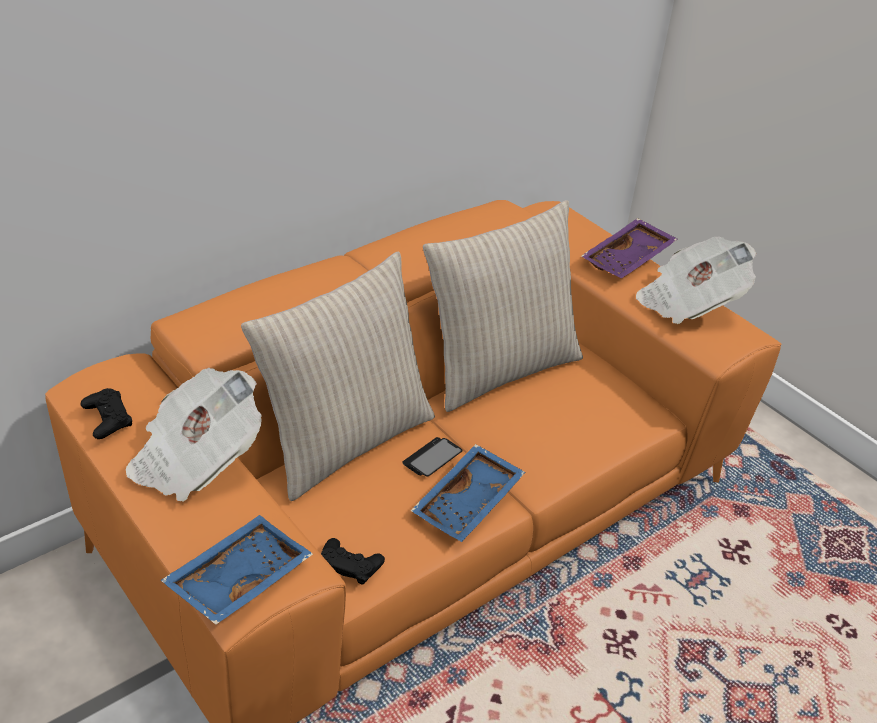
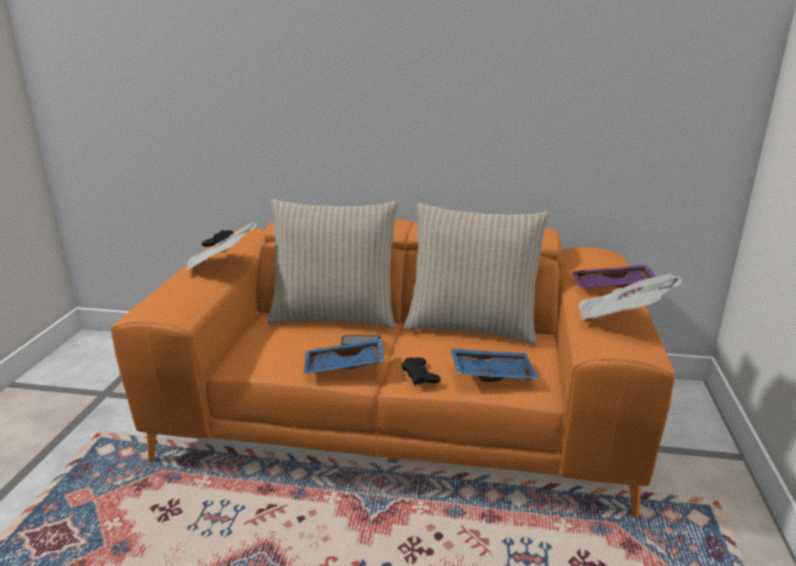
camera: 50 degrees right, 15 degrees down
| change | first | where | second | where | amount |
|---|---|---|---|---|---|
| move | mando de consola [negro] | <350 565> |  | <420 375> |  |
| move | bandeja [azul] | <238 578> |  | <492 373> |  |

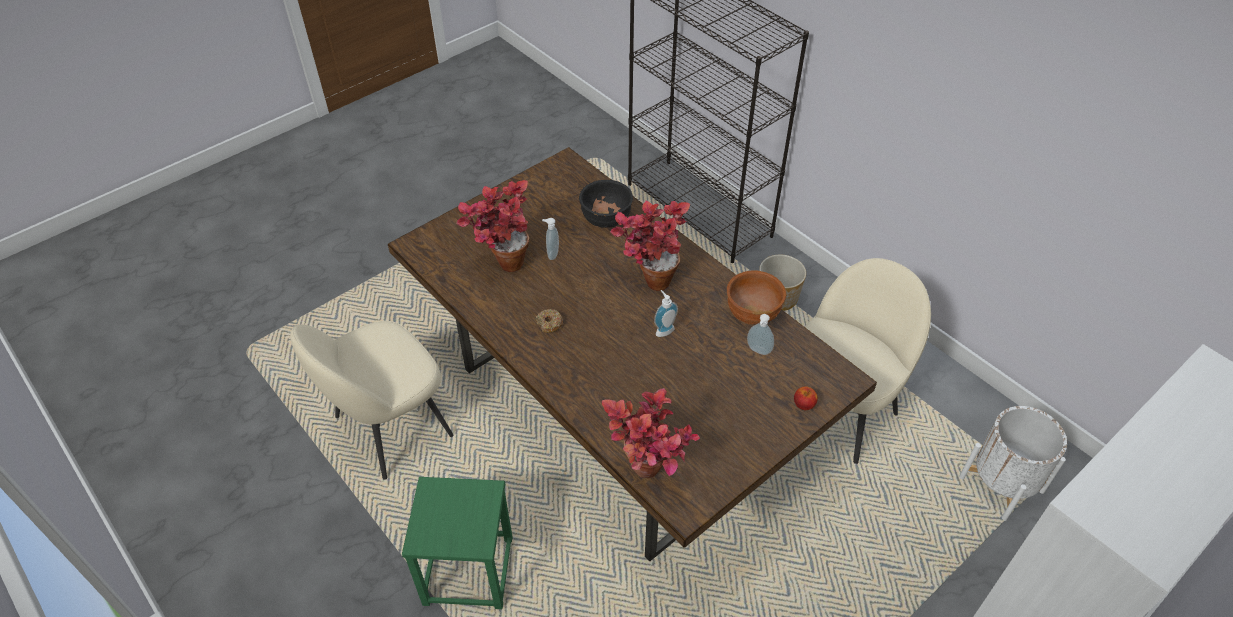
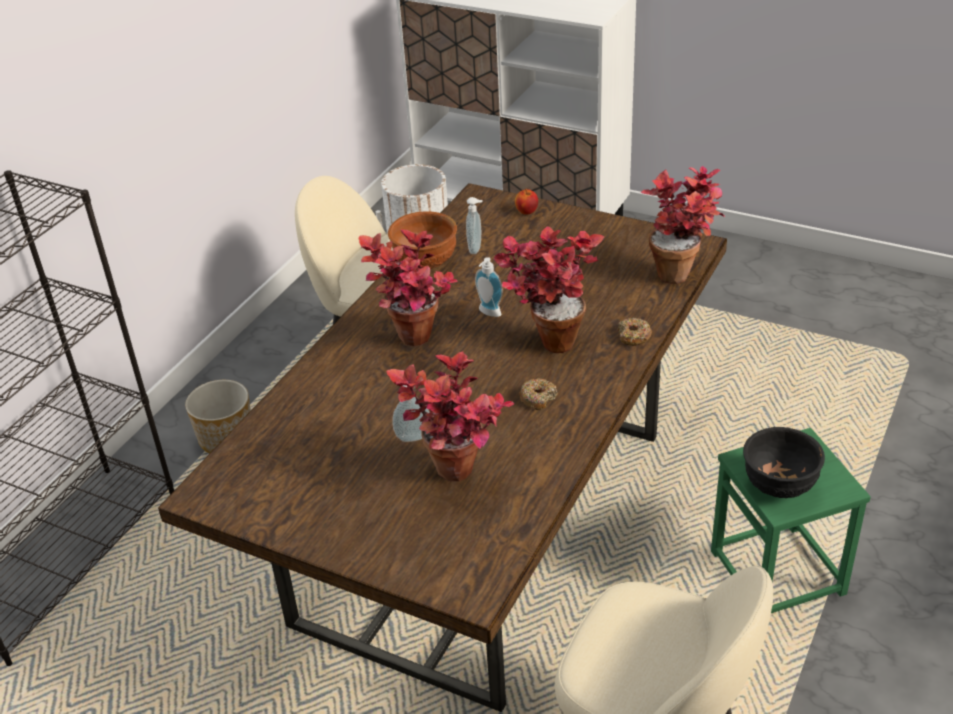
camera: 110 degrees left, 10 degrees down
| change | first | where | second | where | amount |
|---|---|---|---|---|---|
| insert |  |  | planta en maceta | <547 339> |  |
| insert |  |  | rosquilla | <633 336> |  |
| move | cuenco [negro] | <606 220> |  | <778 486> |  |

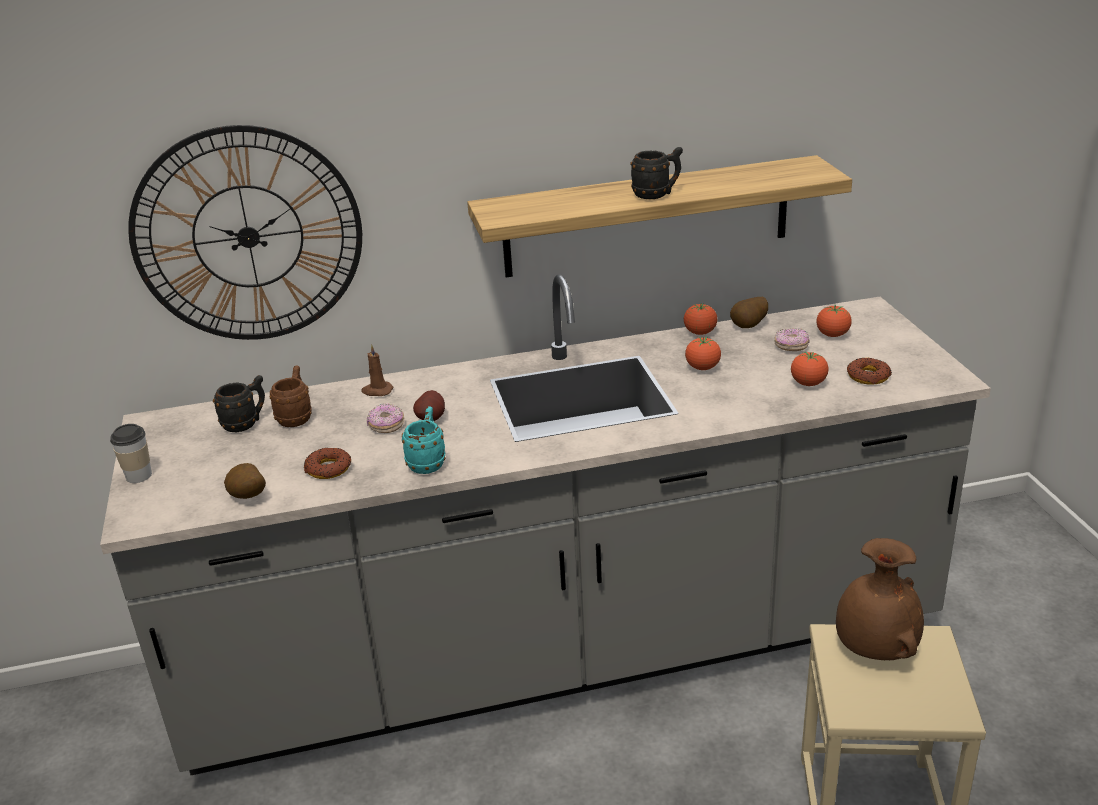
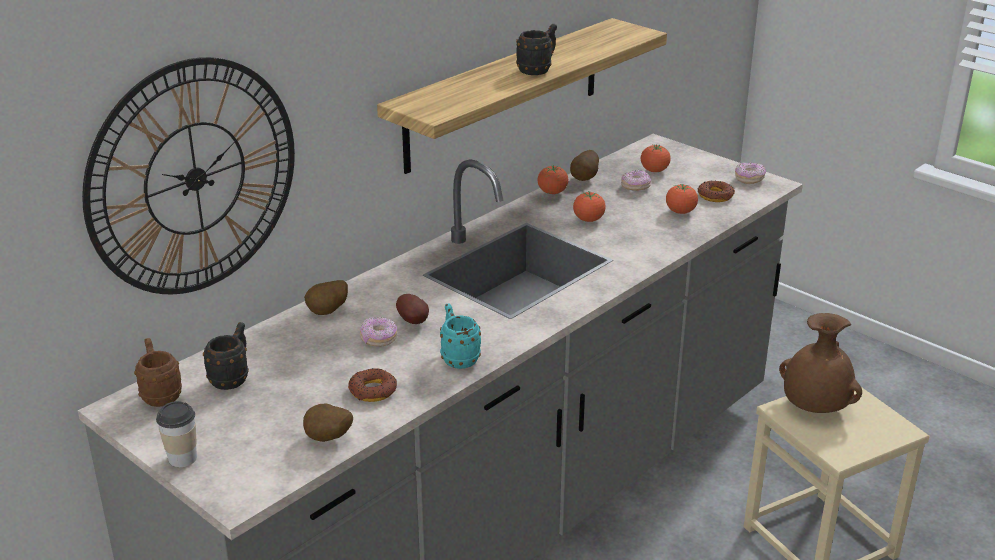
camera: 35 degrees left, 0 degrees up
| change | first | where | second | where | amount |
|---|---|---|---|---|---|
| move | taza grande [marrón] | <296 417> |  | <160 394> |  |
| replace | vela [marrón] | <377 391> | patata | <328 312> |  |
| insert |  |  | rosquilla | <749 179> |  |

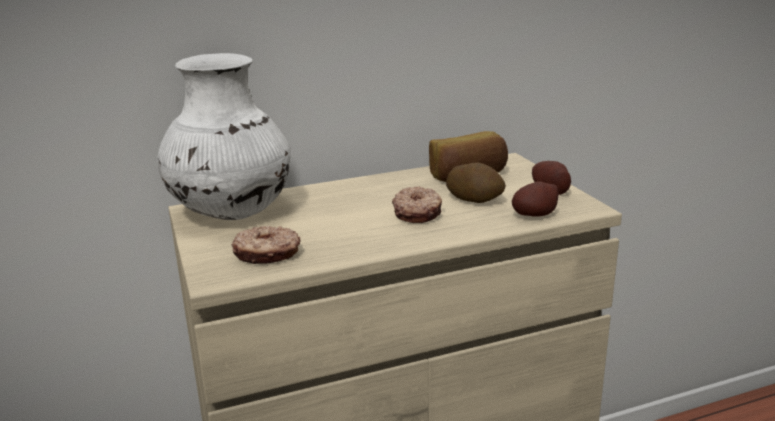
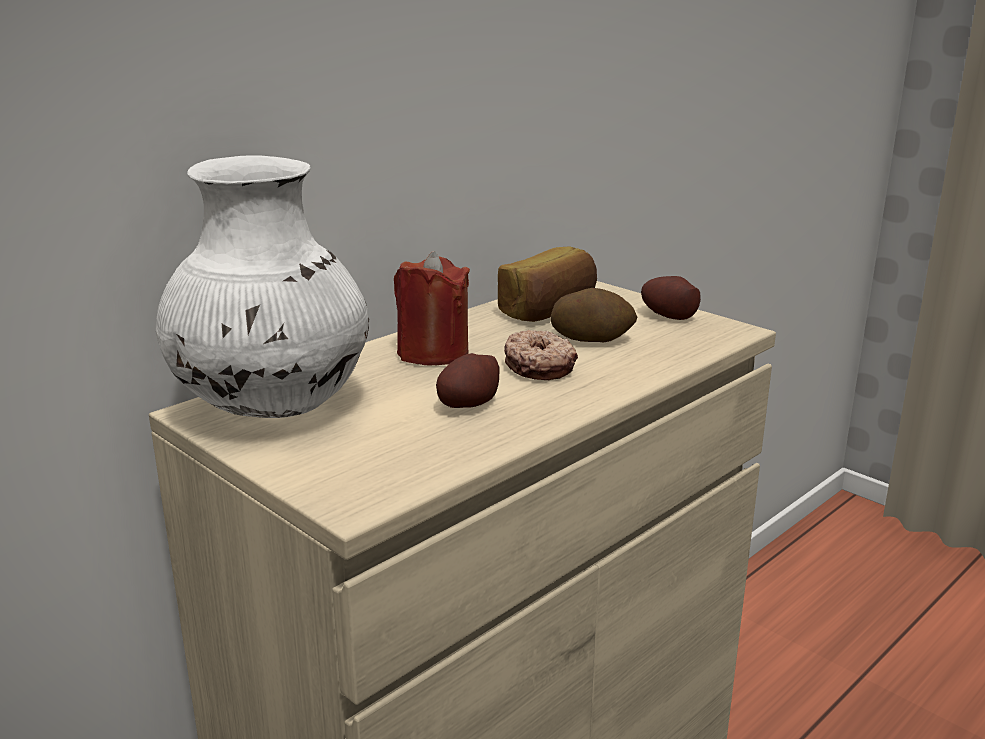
camera: 25 degrees left, 0 degrees up
| change | first | where | second | where | amount |
|---|---|---|---|---|---|
| insert |  |  | vela [rojo] | <433 353> |  |
| move | patata | <534 215> |  | <468 404> |  |
| delete | rosquilla | <267 254> |  |  |  |

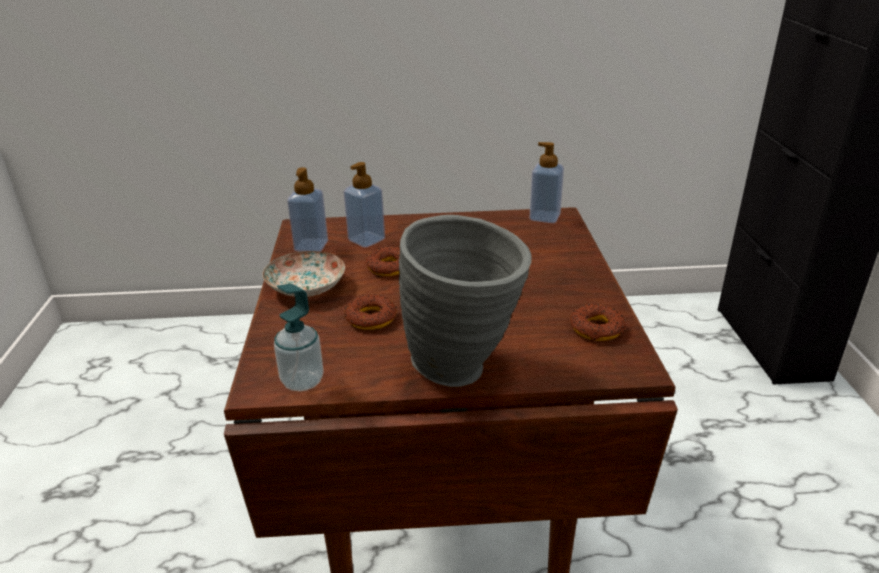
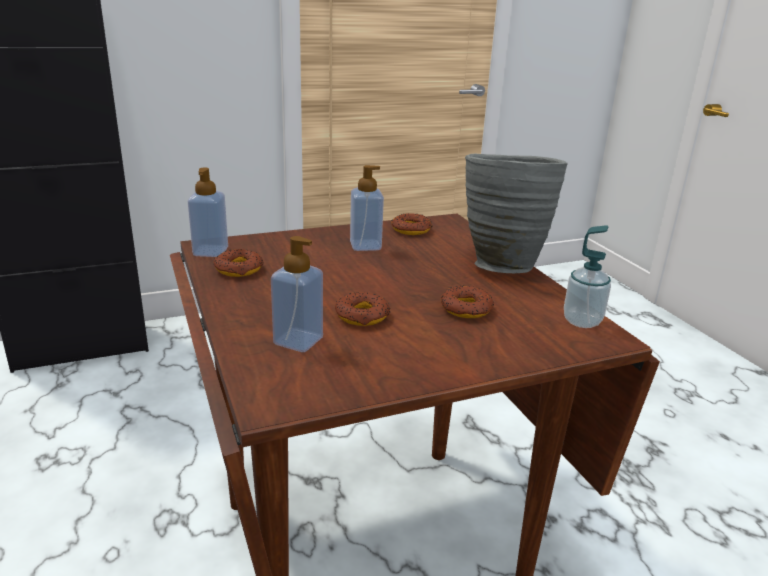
camera: 110 degrees left, 5 degrees down
| change | first | where | second | where | amount |
|---|---|---|---|---|---|
| insert |  |  | rosquilla | <239 269> |  |
| move | dispensador de jabón | <311 246> |  | <365 246> |  |
| delete | plato | <307 287> |  |  |  |

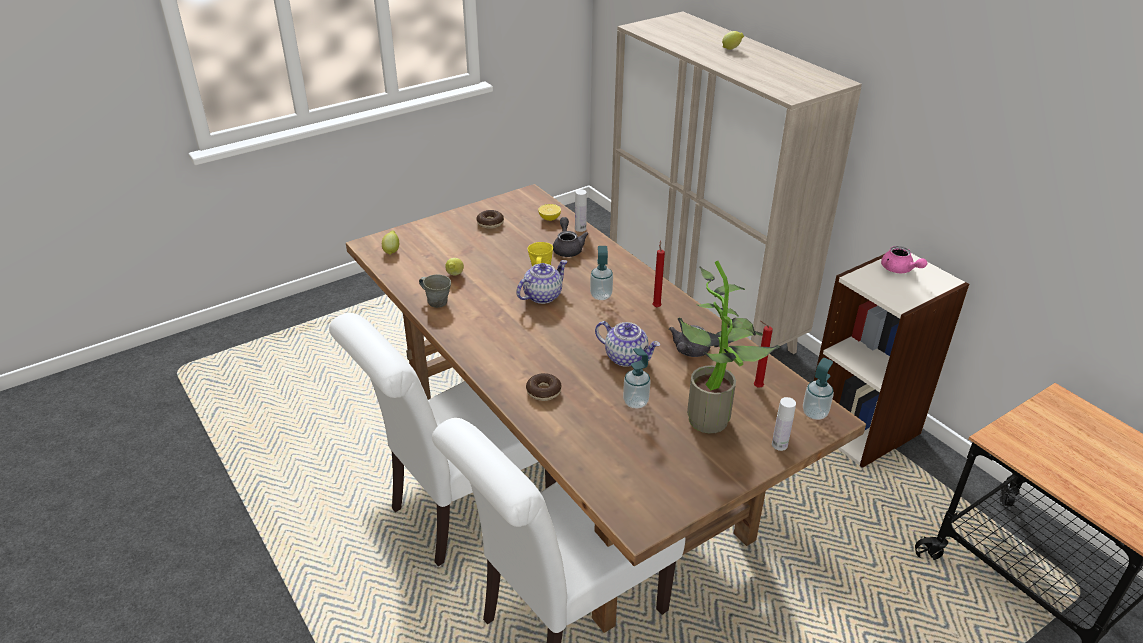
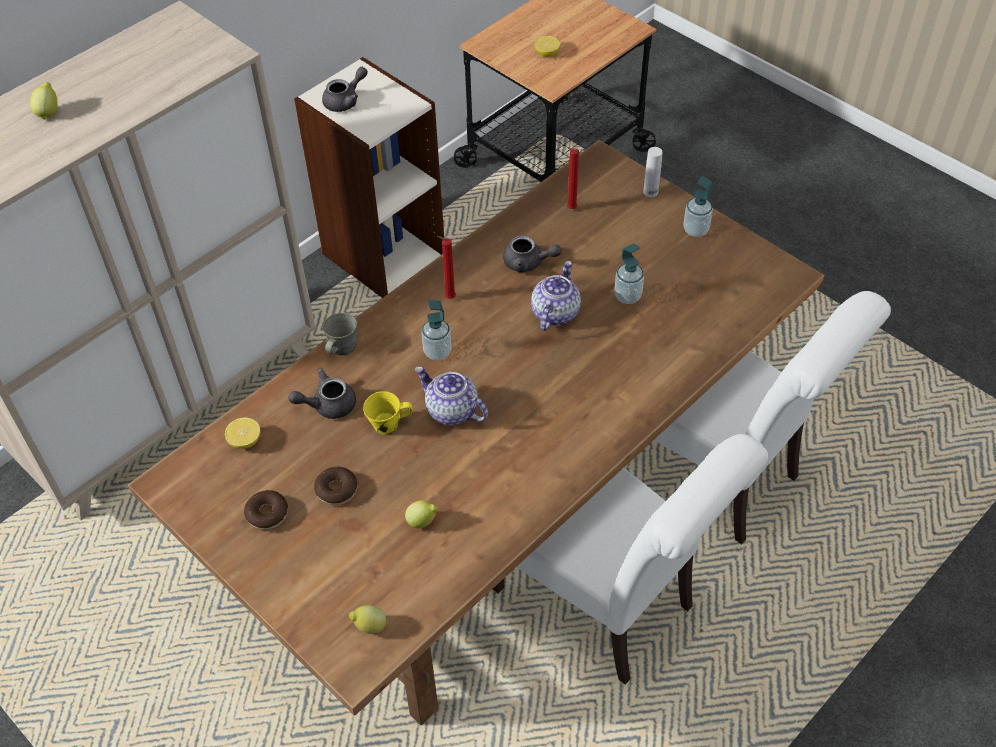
camera: 100 degrees left, 15 degrees up
| change | first | where | second | where | amount |
|---|---|---|---|---|---|
| move | rosquilla | <543 391> |  | <336 490> |  |
| recolor | tetera [rosa] | <899 270> | tetera [gris] | <345 101> |  |
| move | taza grande [gris] | <436 301> |  | <342 348> |  |
| insert |  |  | limón | <547 53> |  |
| move | dispensador de jabón | <814 413> |  | <695 230> |  |
| delete | botella [blanco] | <580 228> |  |  |  |
| delete | planta en maceta | <714 418> |  |  |  |

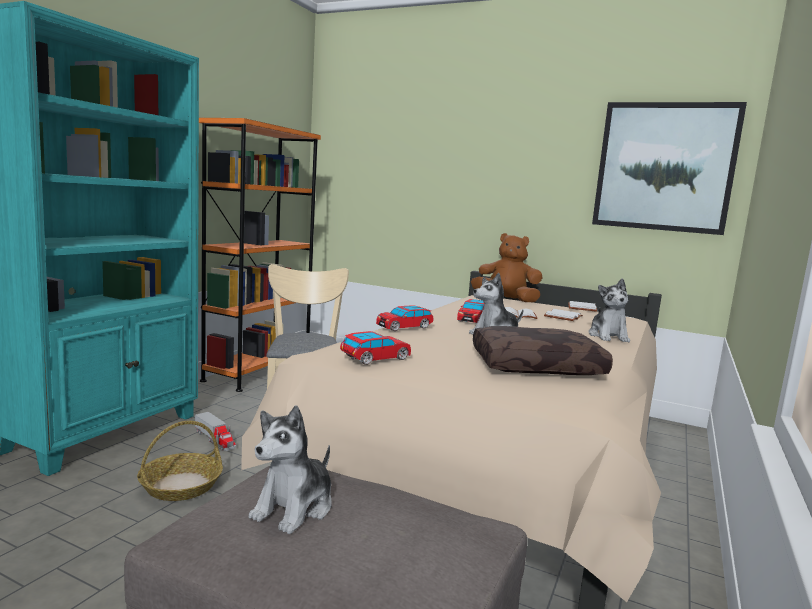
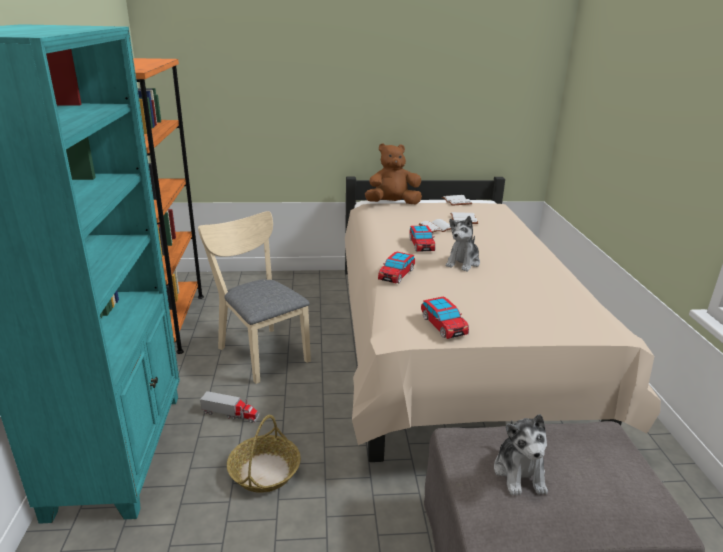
camera: 30 degrees left, 15 degrees up
| change | first | where | second | where | amount |
|---|---|---|---|---|---|
| rotate | coche de juguete | <375 358> |  | <443 325> | 135 degrees clockwise |
| delete | cojín [marrón] | <536 365> |  |  |  |
| delete | peluche | <608 336> |  |  |  |
| delete | cuadro | <664 167> |  |  |  |

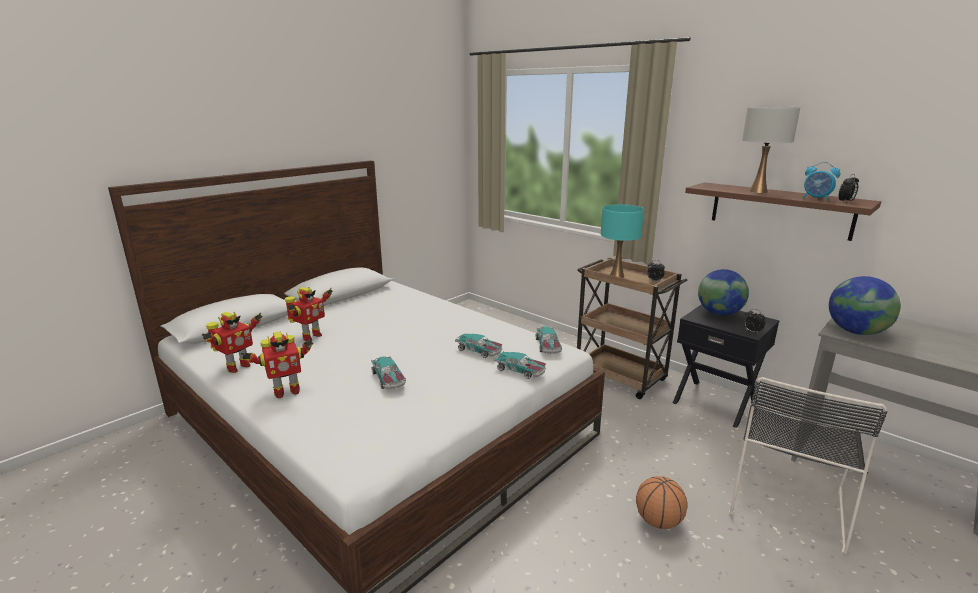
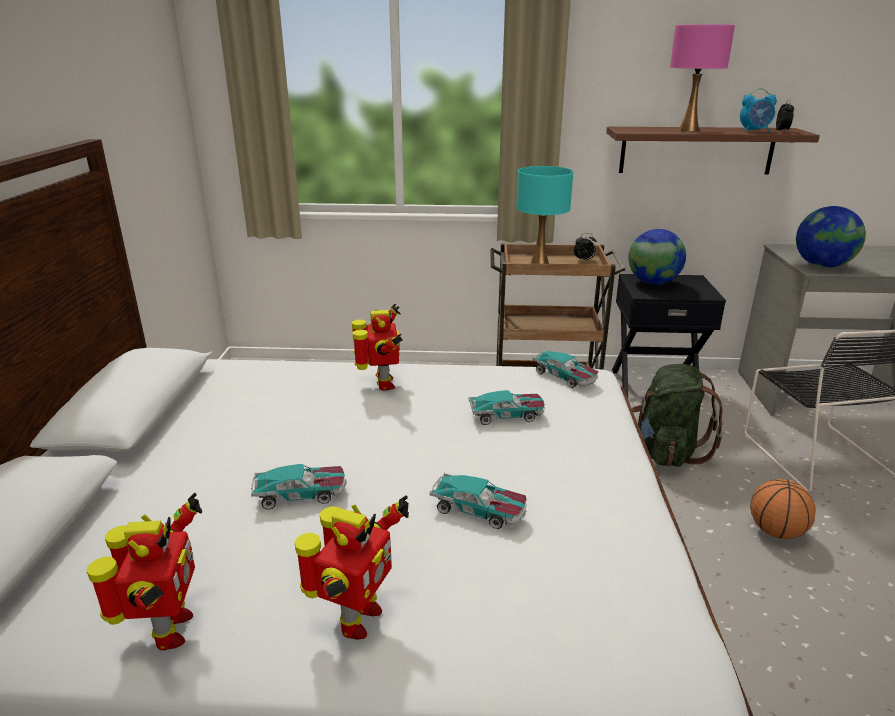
camera: 40 degrees left, 5 degrees up
| change | first | where | second | where | amount |
|---|---|---|---|---|---|
| move | coche de juguete | <520 370> |  | <301 494> |  |
| move | robot de juguete | <310 337> |  | <382 384> |  |
| insert |  |  | mochila [verde] | <666 452> |  |
| recolor | lámpara de mesa [blanco] | <757 191> | lámpara de mesa [rosa] | <688 130> |  |
| delete | despertador | <751 332> |  |  |  |

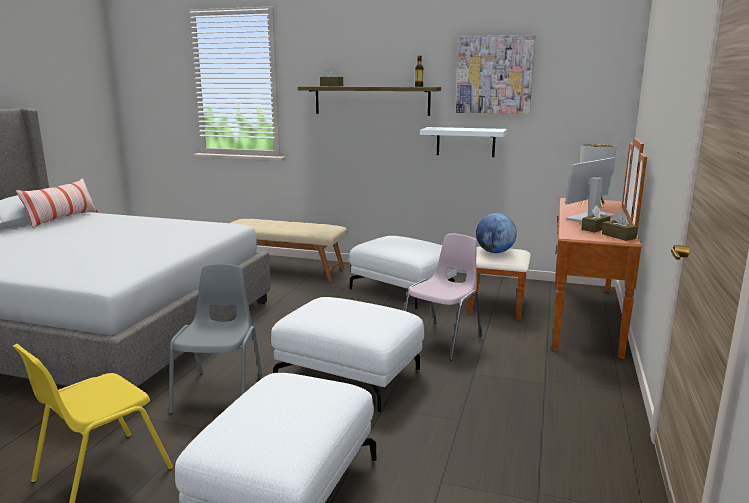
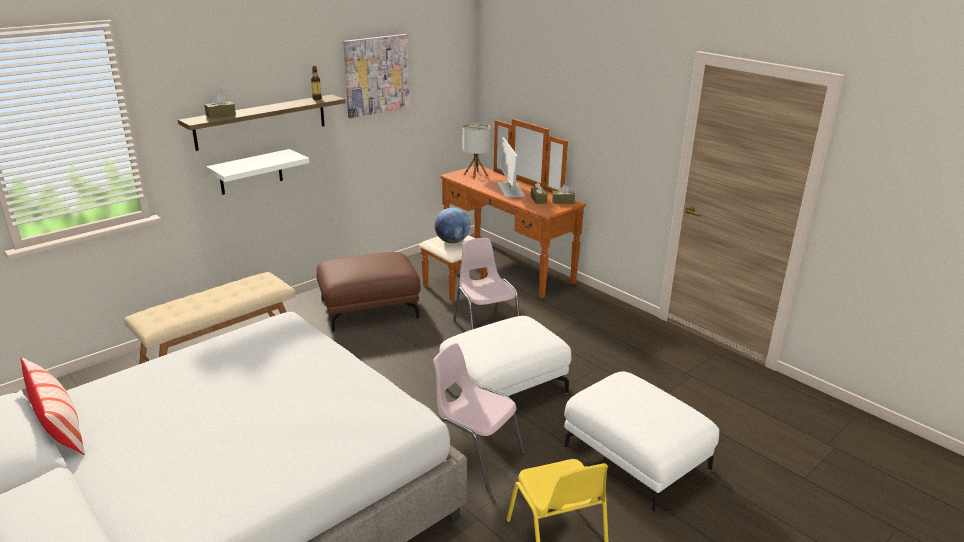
camera: 60 degrees left, 10 degrees up
| change | first | where | second | where | amount |
|---|---|---|---|---|---|
| move | estante [blanco] | <465 142> |  | <251 172> |  |
| recolor | puf [blanco] | <403 290> | puf [marrón] | <369 308> |  |
| recolor | silla [gris] | <220 392> | silla [rosa] | <474 456> |  |

